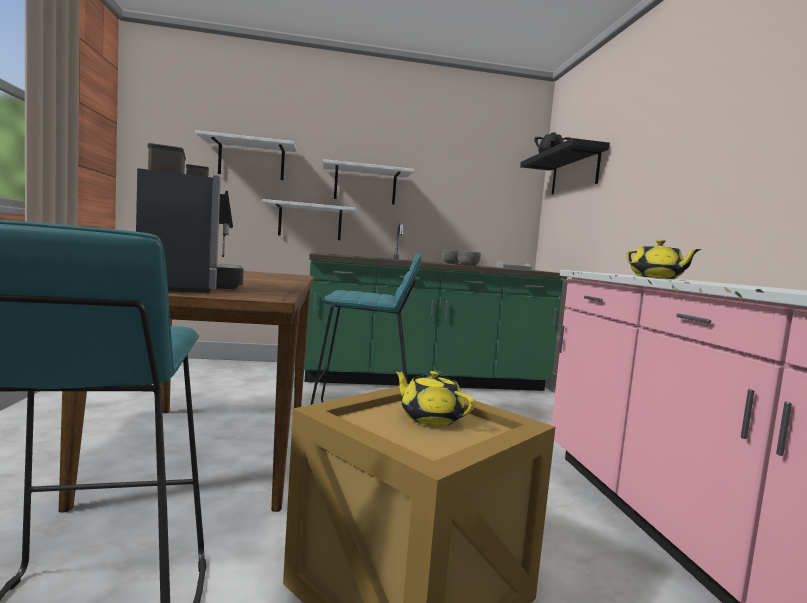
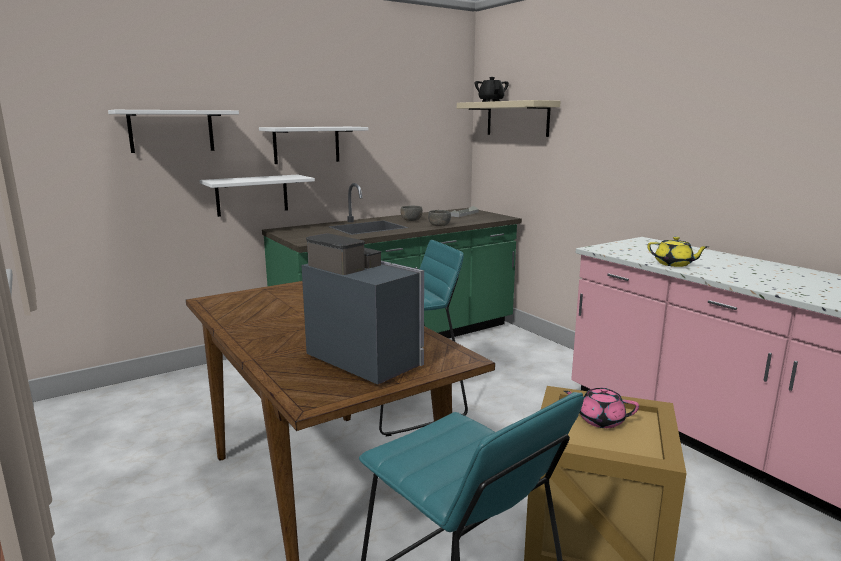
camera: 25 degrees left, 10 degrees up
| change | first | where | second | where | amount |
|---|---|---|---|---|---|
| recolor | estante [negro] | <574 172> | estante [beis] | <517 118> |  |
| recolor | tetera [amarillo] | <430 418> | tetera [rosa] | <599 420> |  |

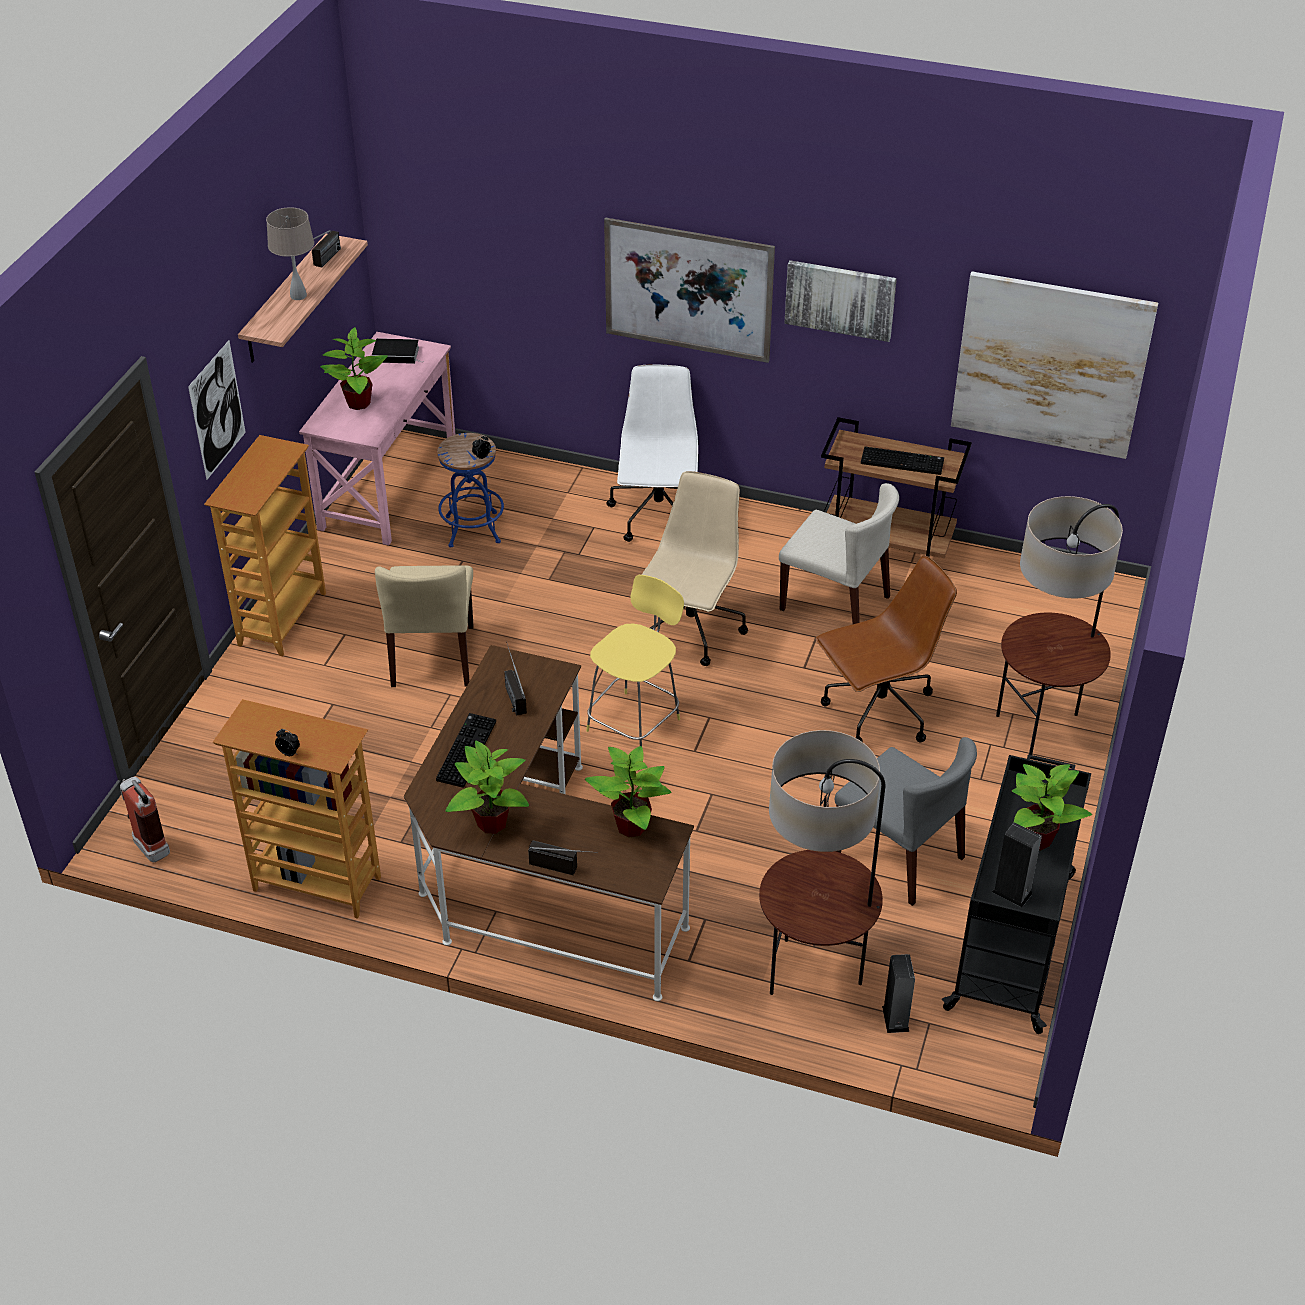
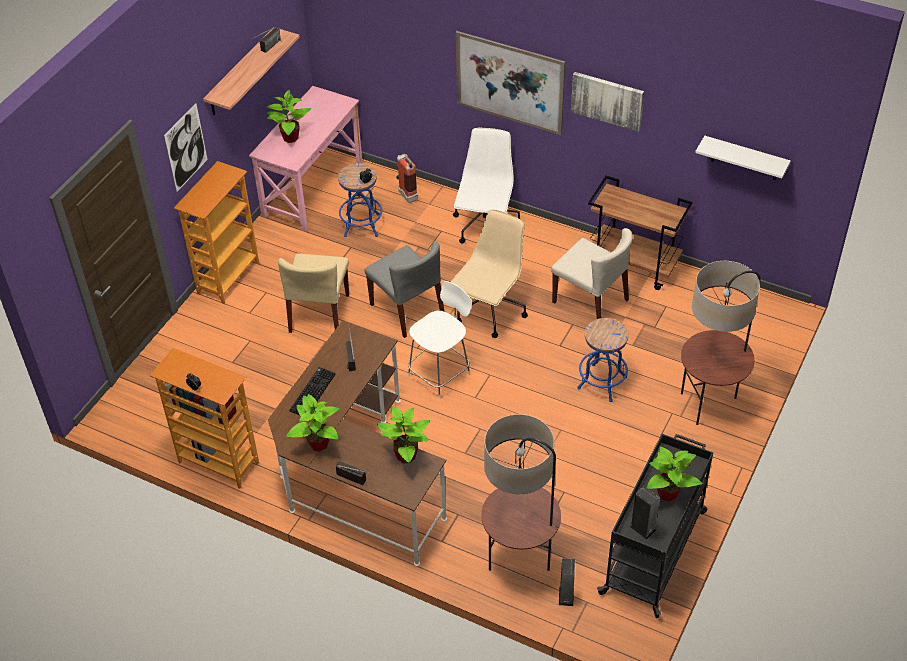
camera: 10 degrees right, 5 degrees up
| change | first | where | second | where | amount |
|---|---|---|---|---|---|
| move | silla [gris] | <900 856> |  | <407 309> |  |
| move | extintor | <148 843> |  | <406 193> |  |
| recolor | taburete [amarillo] | <635 723> | taburete [blanco] | <440 373> |  |
| replace | silla de oficina [marrón] | <878 712> | taburete [azul] | <602 382> |  |
| replace | cuadro | <1050 365> | estante [blanco] | <745 159> |  |
| delete | lámpara de mesa [beis] | <298 296> |  |  |  |
| delete | libro | <397 354> |  |  |  |
| delete | teclado | <903 461> |  |  |  |

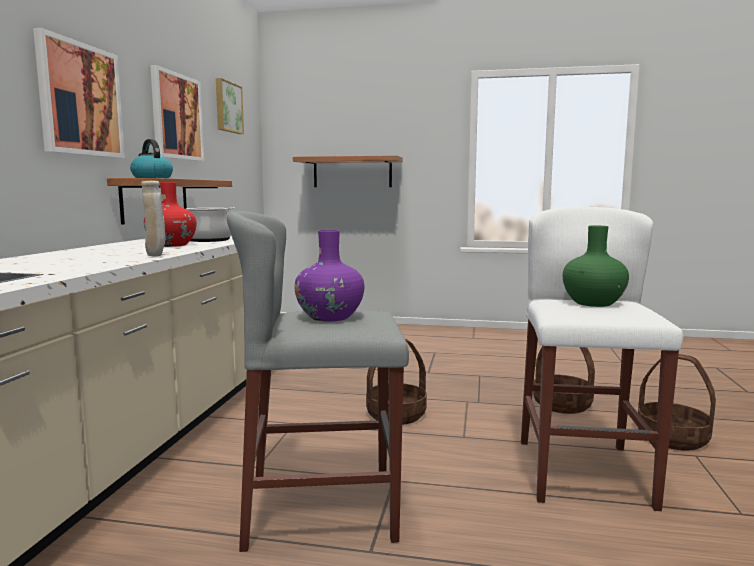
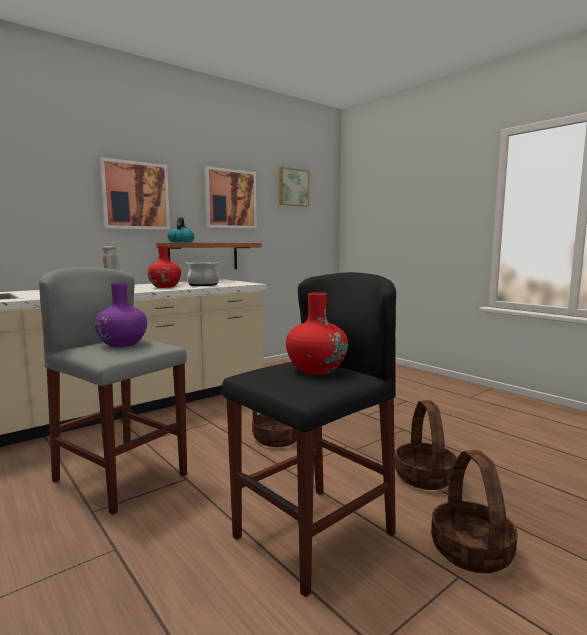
camera: 40 degrees right, 0 degrees up
| change | first | where | second | where | amount |
|---|---|---|---|---|---|
| recolor | taburete [blanco] | <583 473> | taburete [negro] | <313 535> |  |
| recolor | florero [verde] | <593 303> | florero [rojo] | <316 370> |  |
| delete | estante | <352 172> |  |  |  |

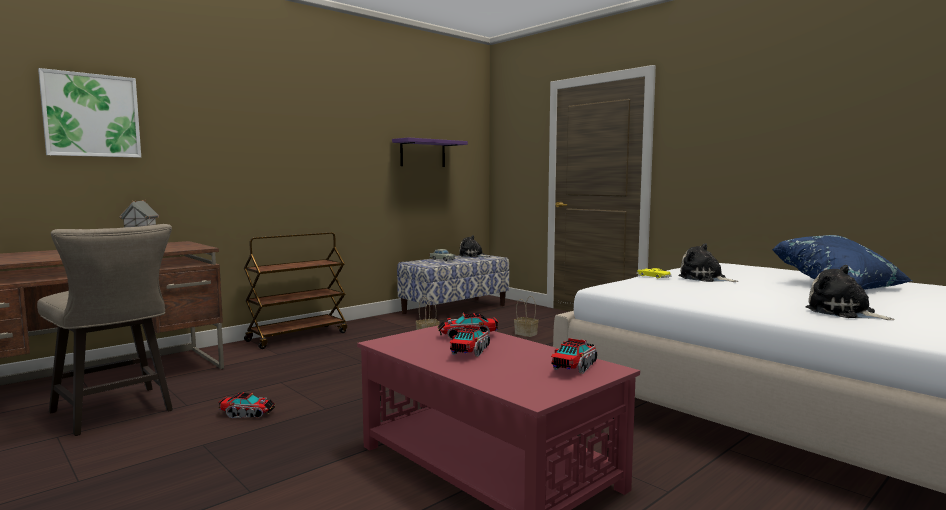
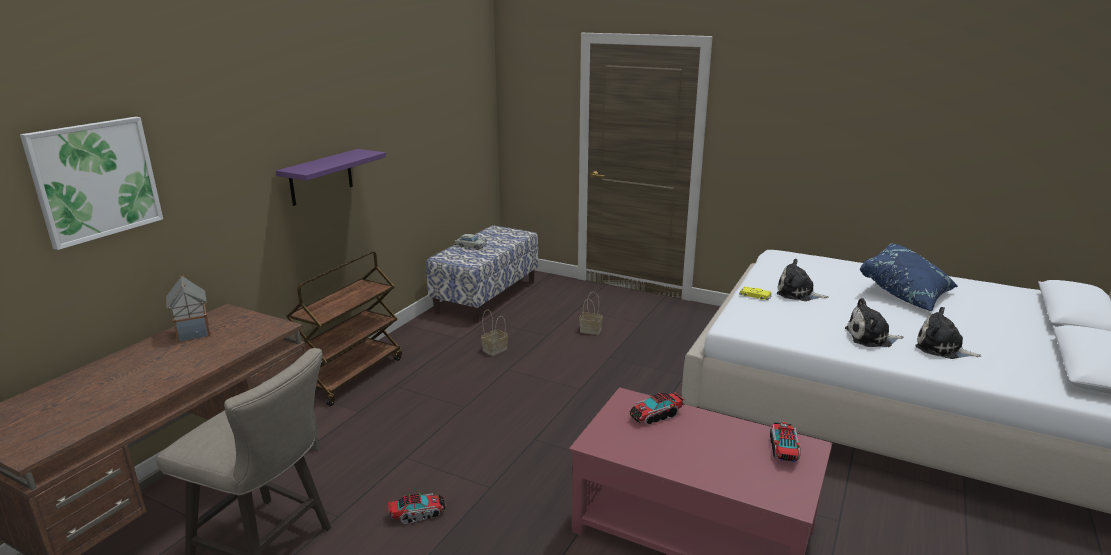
camera: 20 degrees left, 15 degrees up
| change | first | where | second | where | amount |
|---|---|---|---|---|---|
| move | estante [morado] | <422 153> |  | <321 177> |  |
| move | peluche | <473 256> |  | <871 338> |  |
| delete | camión de juguete | <470 351> |  |  |  |

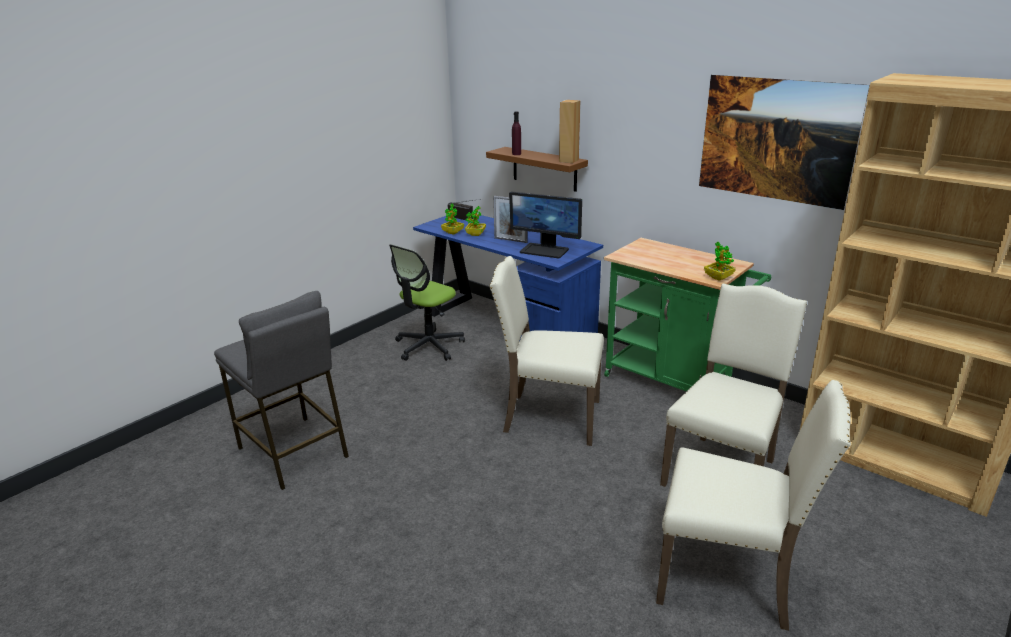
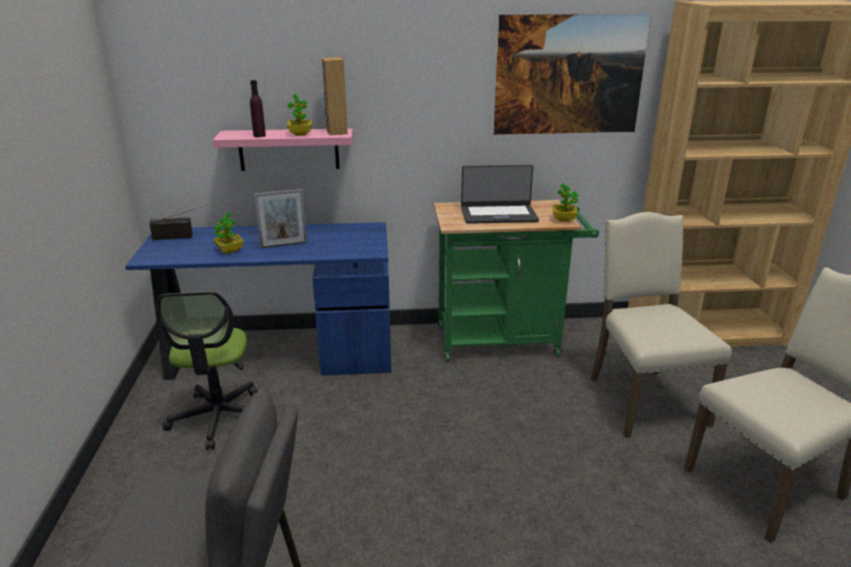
camera: 45 degrees left, 0 degrees up
| change | first | where | second | where | amount |
|---|---|---|---|---|---|
| recolor | estante [marrón] | <544 169> | estante [rosa] | <289 149> |  |
| move | planta en maceta | <453 232> |  | <300 134> |  |
| insert |  |  | portátil | <498 214> |  |
| delete | silla [beis] | <549 417> |  |  |  |
| delete | monitor | <545 250> |  |  |  |

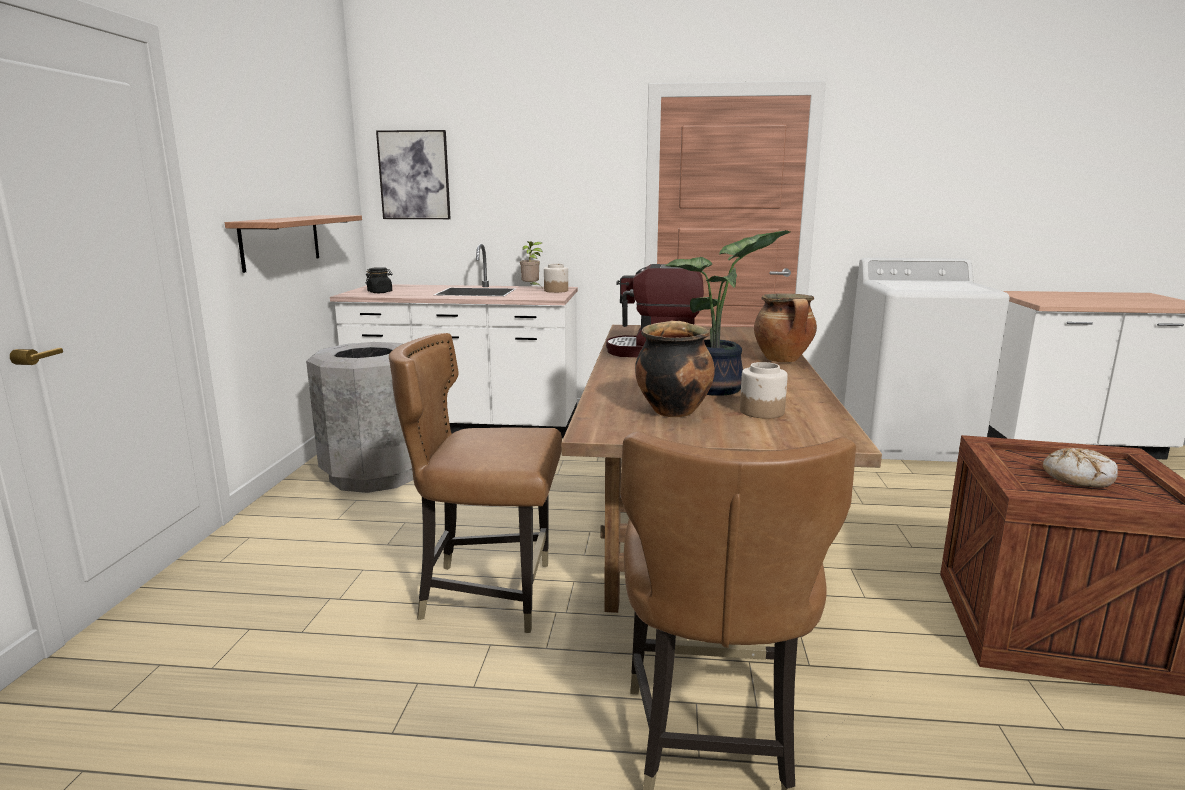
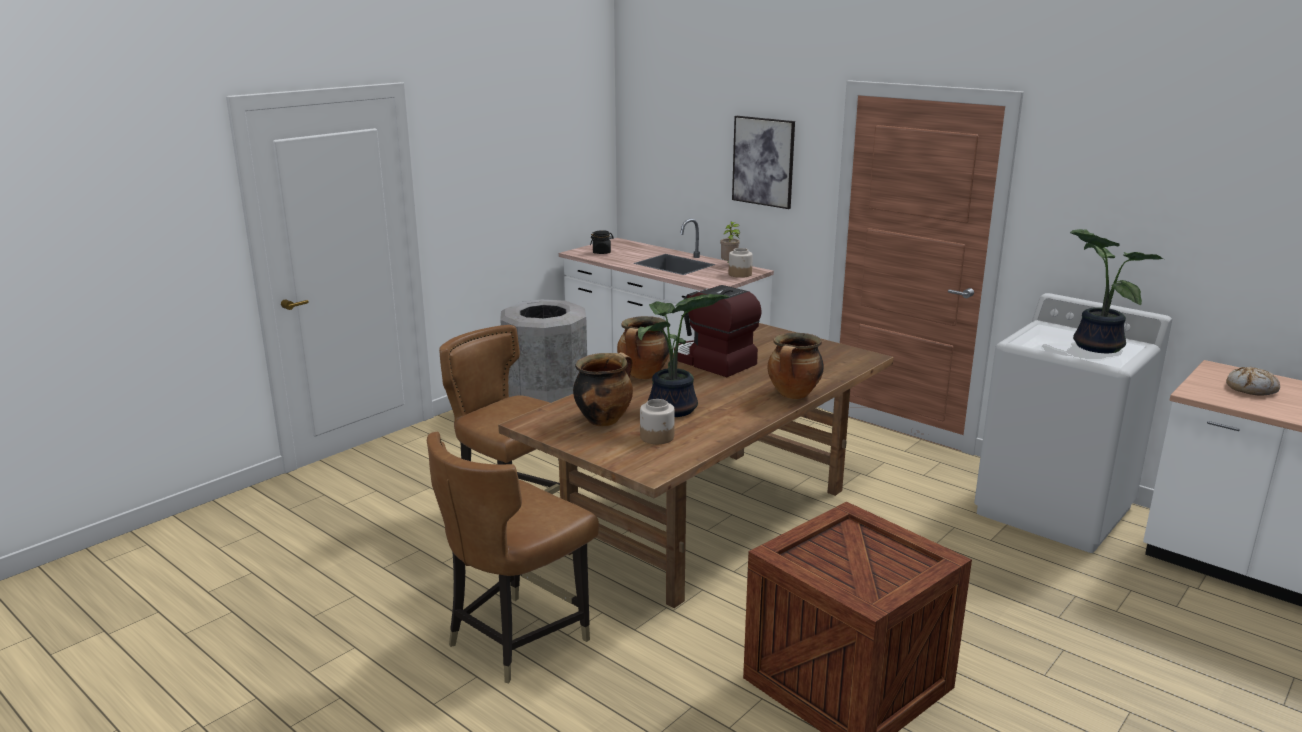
camera: 35 degrees right, 5 degrees up
| change | first | where | second | where | amount |
|---|---|---|---|---|---|
| insert |  |  | olla | <643 376> |  |
| move | cuadro | <414 175> |  | <763 161> |  |
| insert |  |  | planta en maceta | <1094 346> |  |
| move | pan | <1078 478> |  | <1251 389> |  |
| delete | estante | <281 241> |  |  |  |

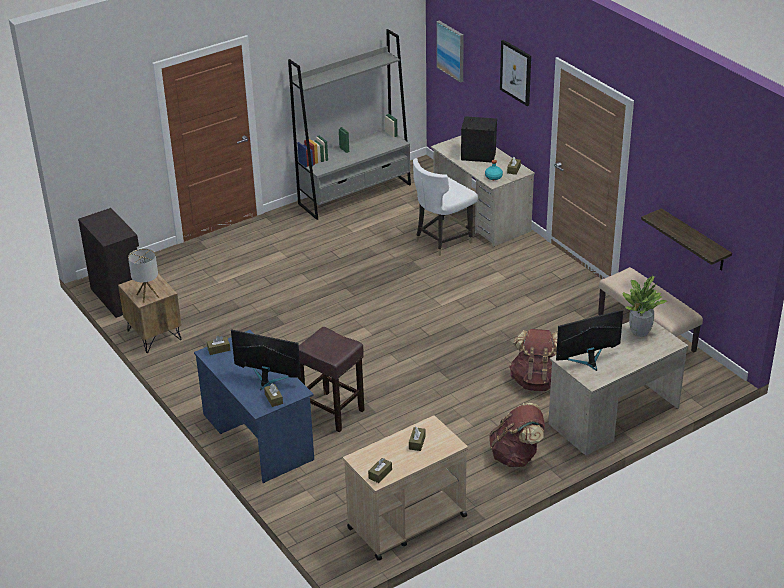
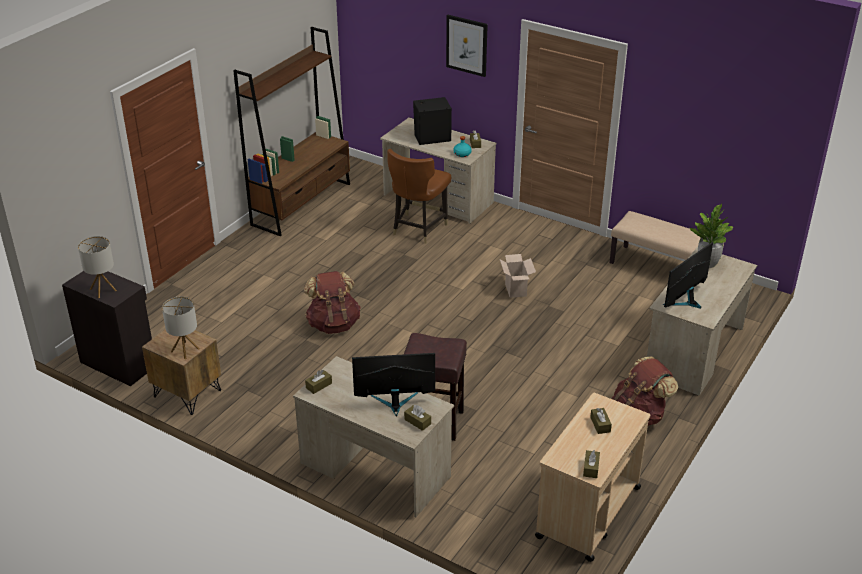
camera: 25 degrees left, 0 degrees up
| change | first | where | second | where | amount |
|---|---|---|---|---|---|
| insert |  |  | lámpara de mesa | <103 290> |  |
| recolor | estantería [gris] | <355 194> | estantería [marrón] | <302 204> |  |
| recolor | escritorio [azul] | <257 437> | escritorio [beis] | <375 470> |  |
| move | mochila [marrón] | <536 381> |  | <333 324> |  |
| recolor | silla [blanco] | <442 240> | silla [marrón] | <418 229> |  |
| insert |  |  | caja de cartón | <516 290> |  |
| delete | cuadro | <451 51> |  |  |  |
| delete | estante | <694 240> |  |  |  |

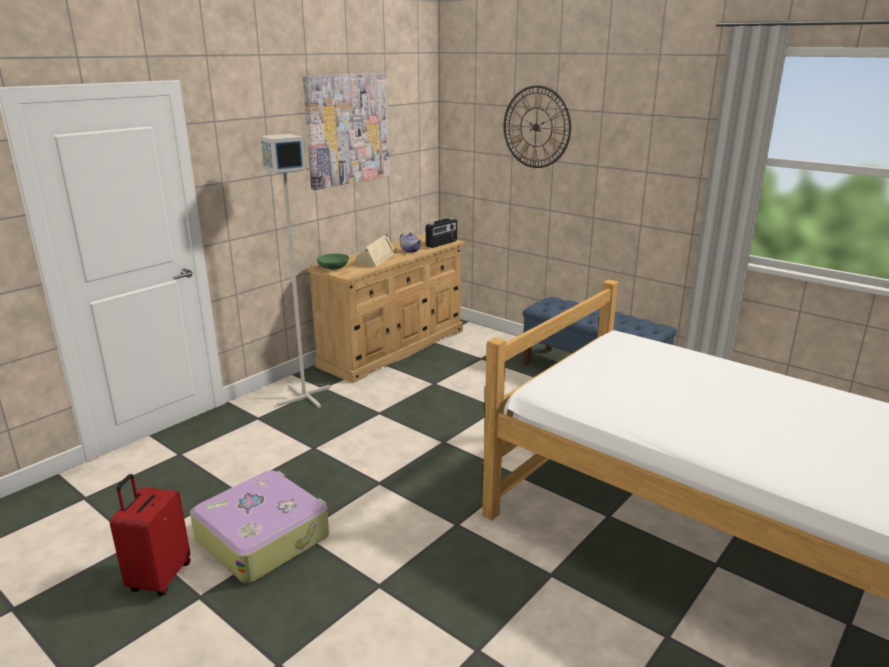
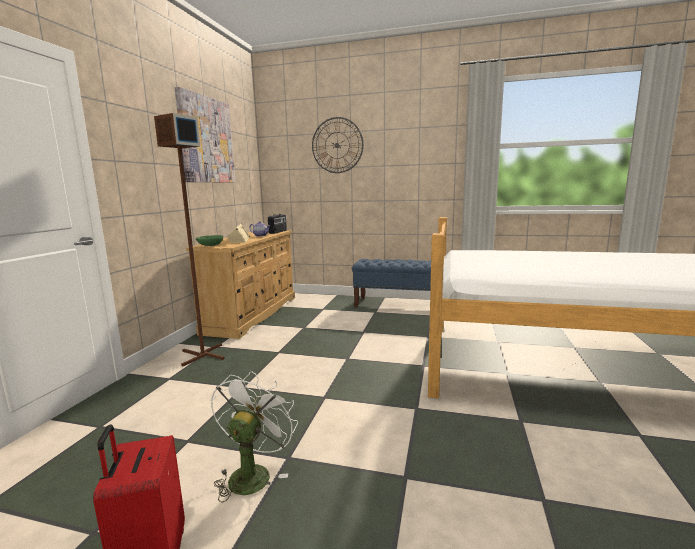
camera: 25 degrees left, 10 degrees down
| change | first | where | second | where | amount |
|---|---|---|---|---|---|
| recolor | lámpara de pie [gris] | <303 396> | lámpara de pie [marrón] | <202 355> |  |
| replace | maleta | <263 537> | ventilador [blanco] | <252 473> |  |

